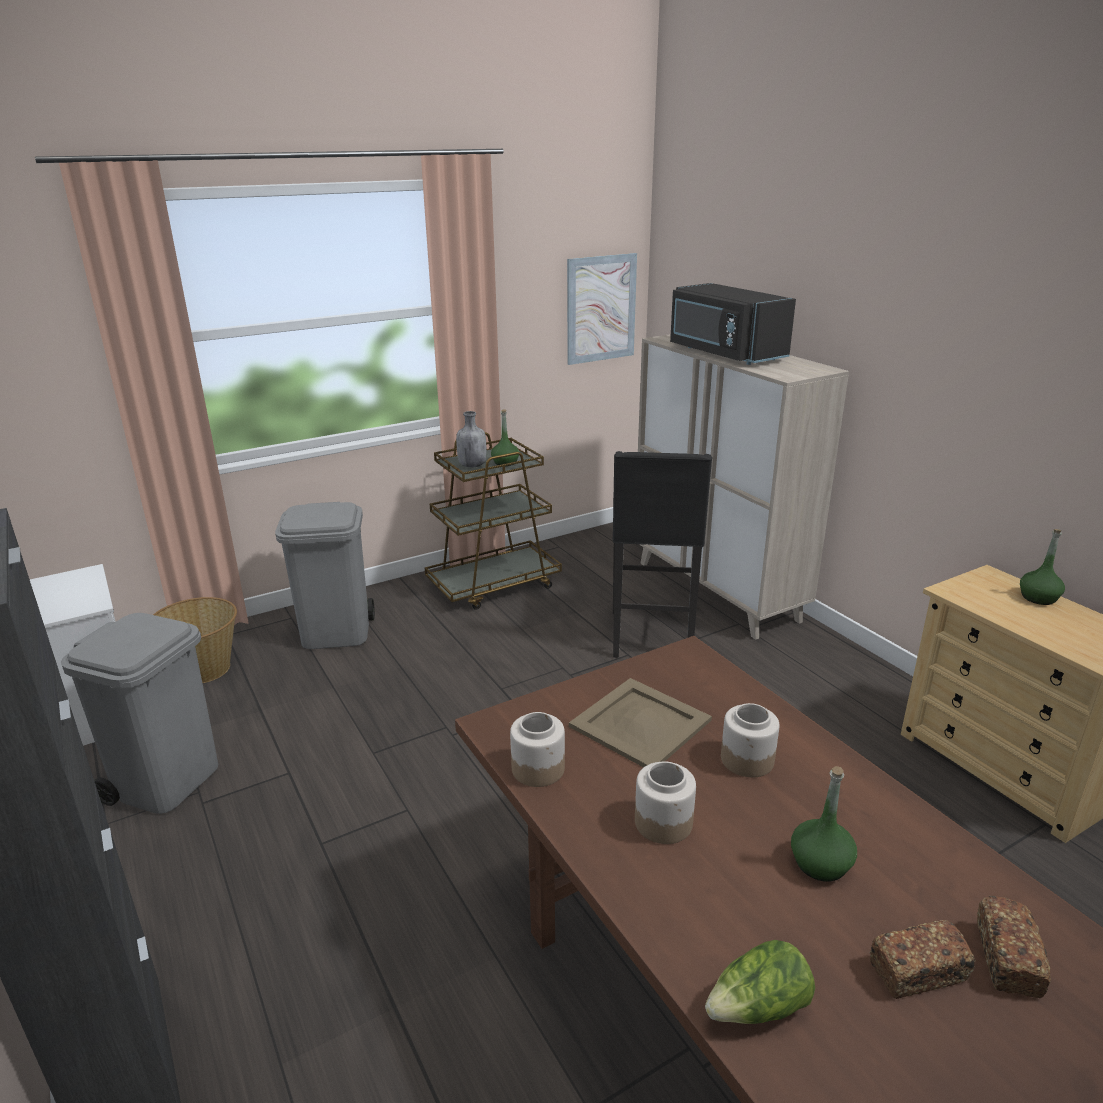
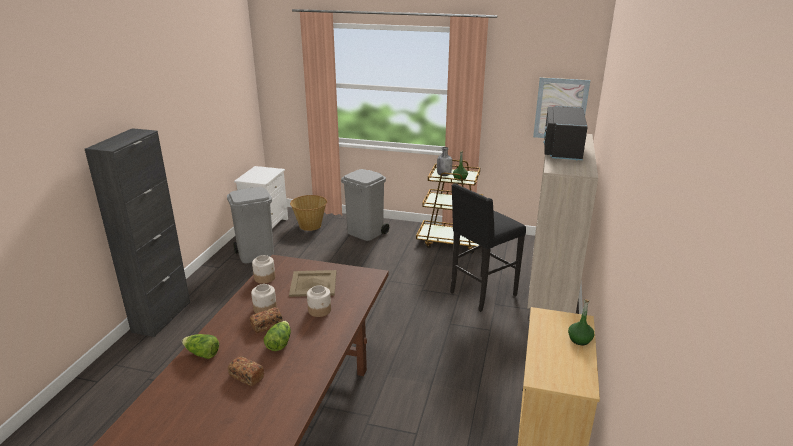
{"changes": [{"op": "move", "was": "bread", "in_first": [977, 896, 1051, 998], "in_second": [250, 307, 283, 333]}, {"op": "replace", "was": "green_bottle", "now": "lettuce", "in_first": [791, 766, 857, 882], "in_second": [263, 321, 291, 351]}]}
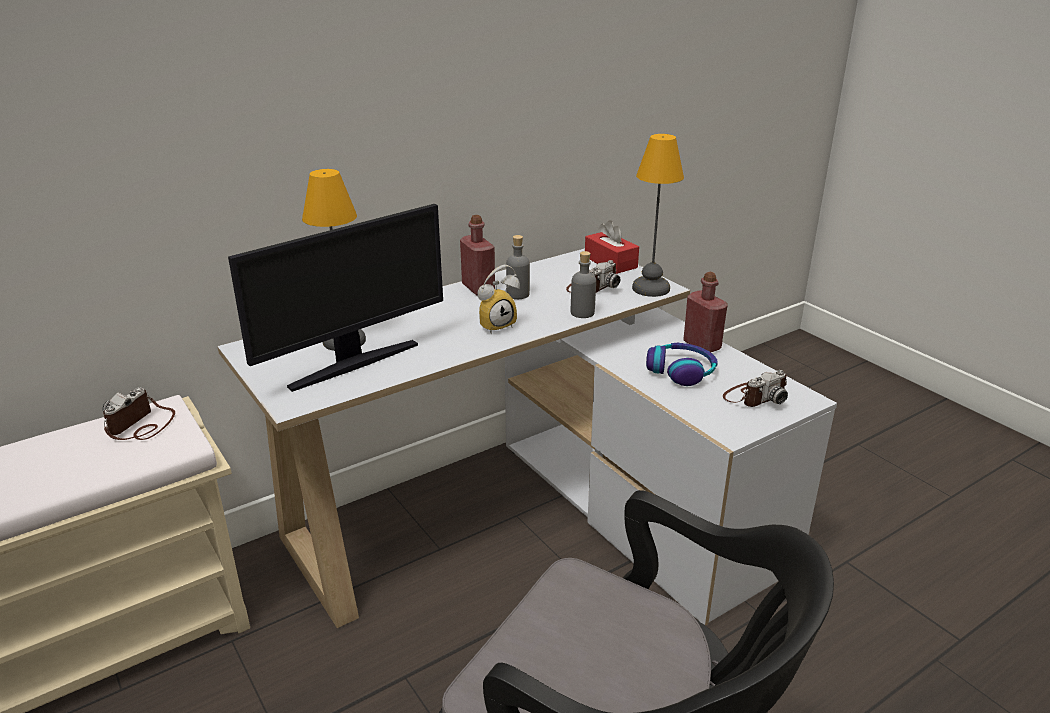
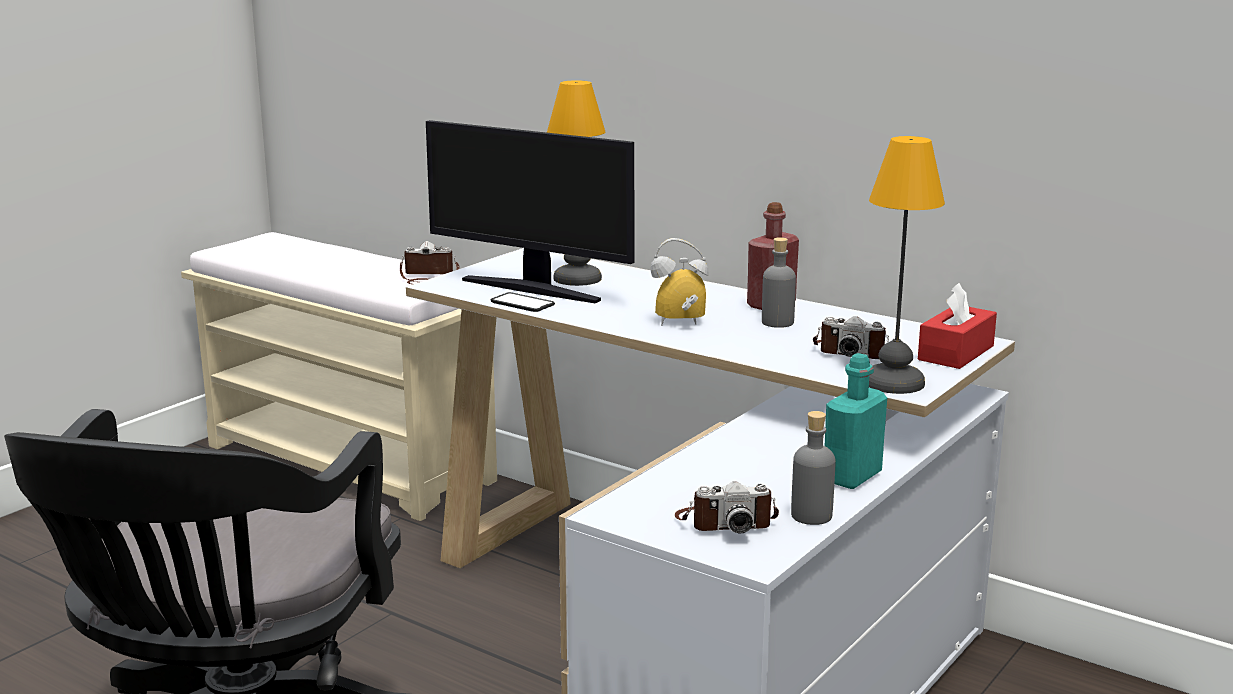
{"changes": [{"op": "insert", "now": "phone", "in_second": [491, 292, 555, 312]}, {"op": "rotate", "was": "alarm_clock", "in_first": [477, 265, 520, 334], "in_second": [651, 238, 708, 326], "clockwise": 135}, {"op": "rotate", "was": "photo_camera", "in_first": [723, 370, 788, 407], "in_second": [675, 481, 779, 534], "clockwise": -45}, {"op": "move", "was": "grey_bottle", "in_first": [571, 251, 596, 318], "in_second": [791, 411, 836, 525]}, {"op": "recolor", "was": "red_bottle", "now": "turquoise_bottle", "in_first": [683, 272, 728, 352], "in_second": [825, 353, 887, 489]}, {"op": "delete", "was": "headphones", "in_first": [646, 343, 718, 386]}]}
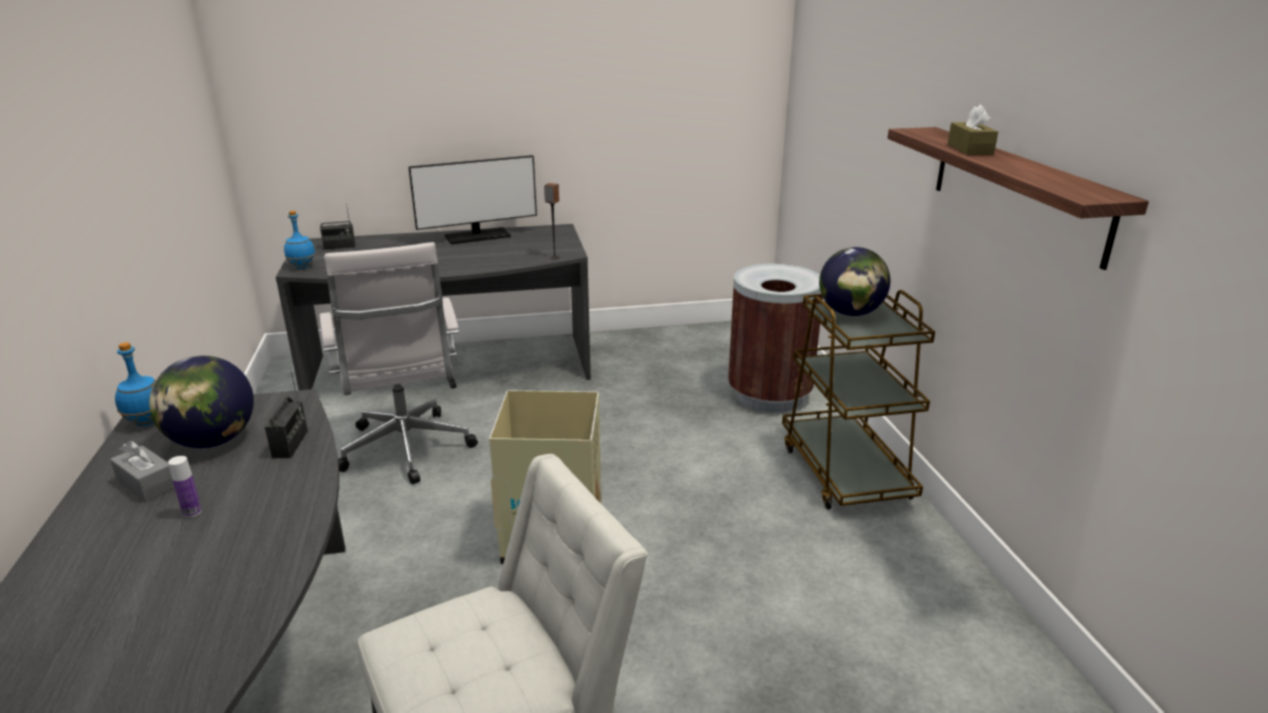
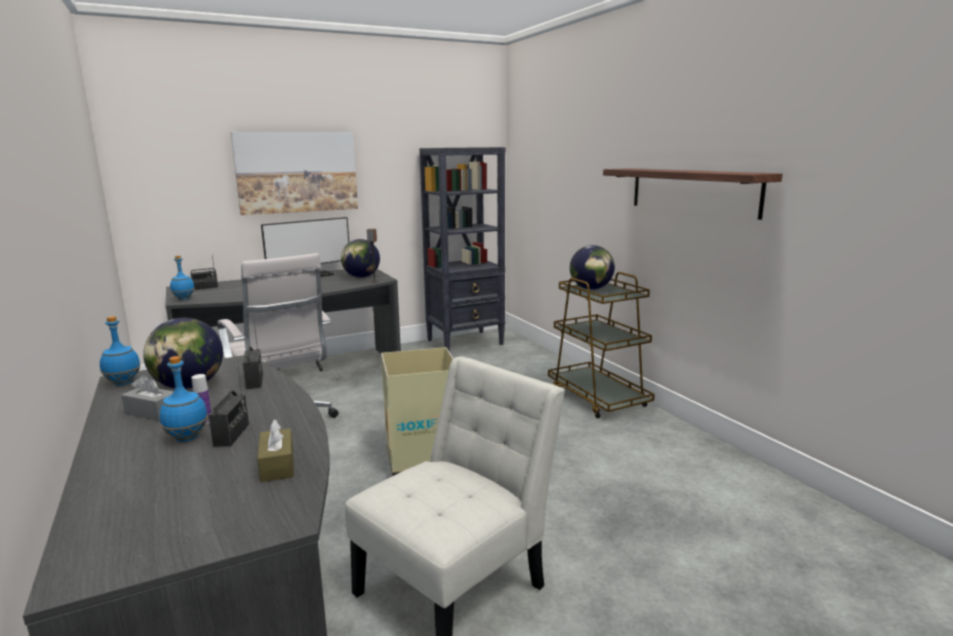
{"changes": [{"op": "insert", "now": "blue_bottle", "in_second": [159, 356, 208, 442]}, {"op": "insert", "now": "radio", "in_second": [209, 362, 249, 447]}, {"op": "insert", "now": "picture", "in_second": [231, 132, 358, 215]}, {"op": "move", "was": "brown_tissue_box", "in_first": [948, 104, 998, 155], "in_second": [257, 419, 294, 482]}, {"op": "insert", "now": "globe", "in_second": [341, 239, 380, 278]}, {"op": "insert", "now": "black_bookcase", "in_second": [419, 147, 505, 352]}, {"op": "delete", "was": "brown_trash_can", "in_first": [728, 264, 823, 413]}]}
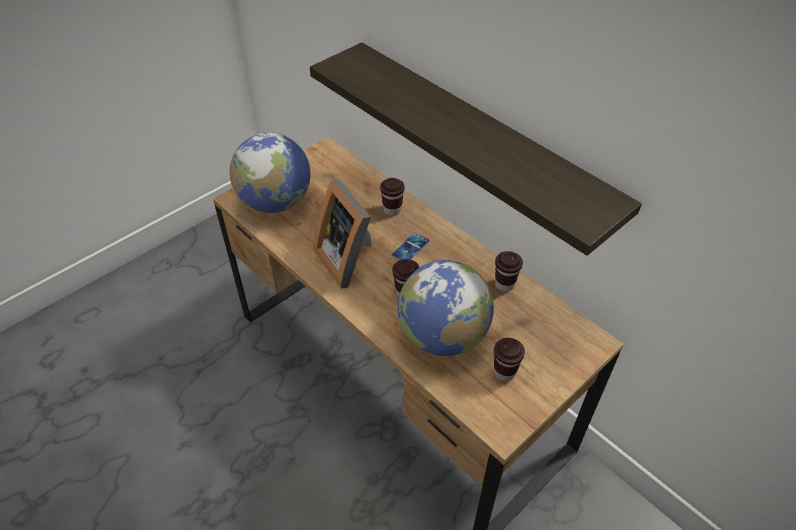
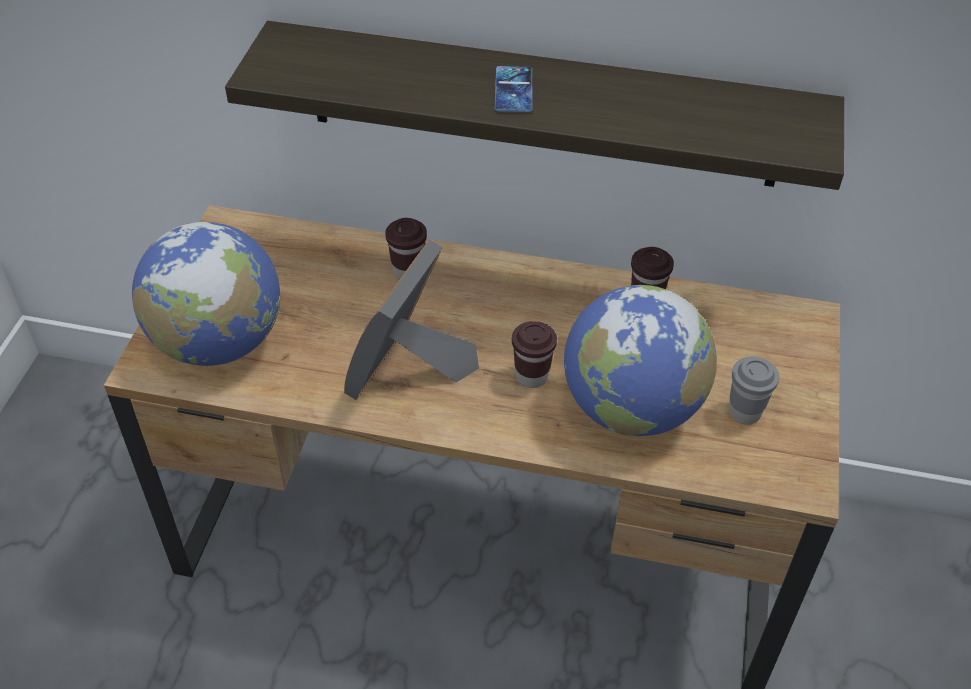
{"changes": [{"op": "rotate", "was": "picture_frame", "in_first": [313, 179, 372, 289], "in_second": [344, 240, 479, 400], "clockwise": 90}, {"op": "move", "was": "phone", "in_first": [392, 232, 430, 260], "in_second": [495, 66, 532, 112]}, {"op": "recolor", "was": "brown_cup", "now": "grey_cup", "in_first": [494, 338, 525, 381], "in_second": [729, 357, 779, 425]}]}
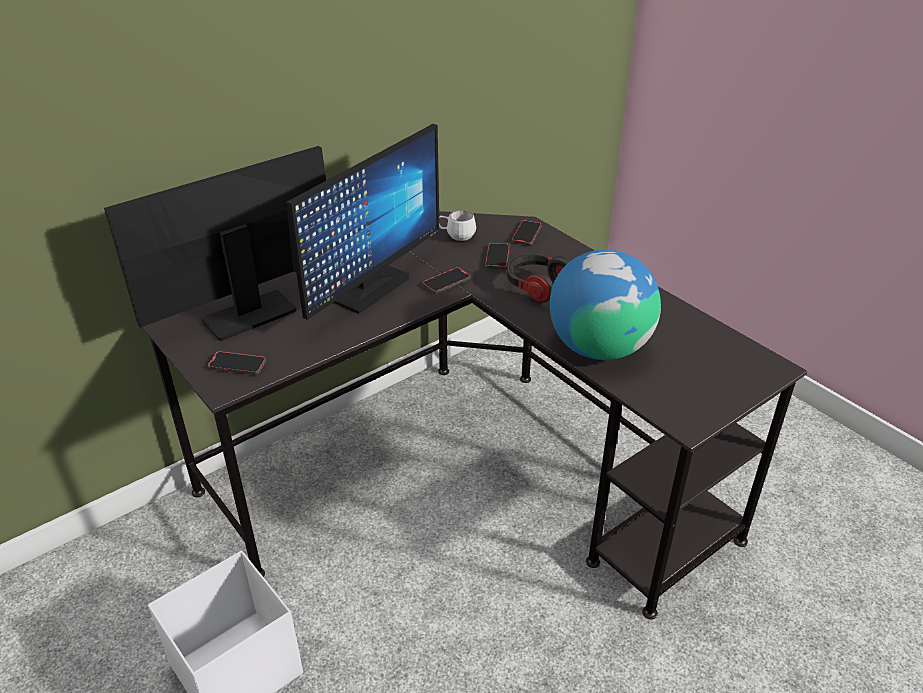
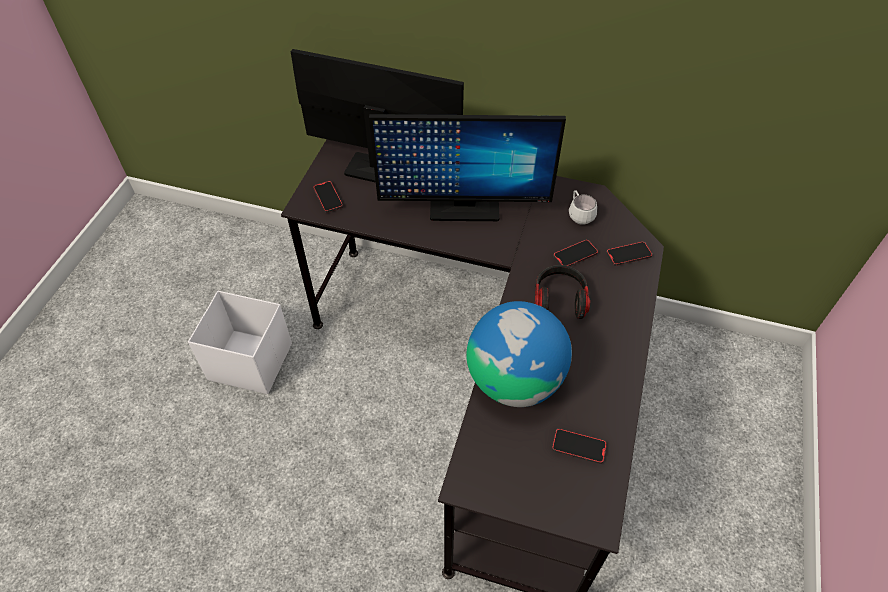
{"changes": [{"op": "move", "was": "phone", "in_first": [423, 267, 471, 294], "in_second": [552, 429, 607, 464]}]}
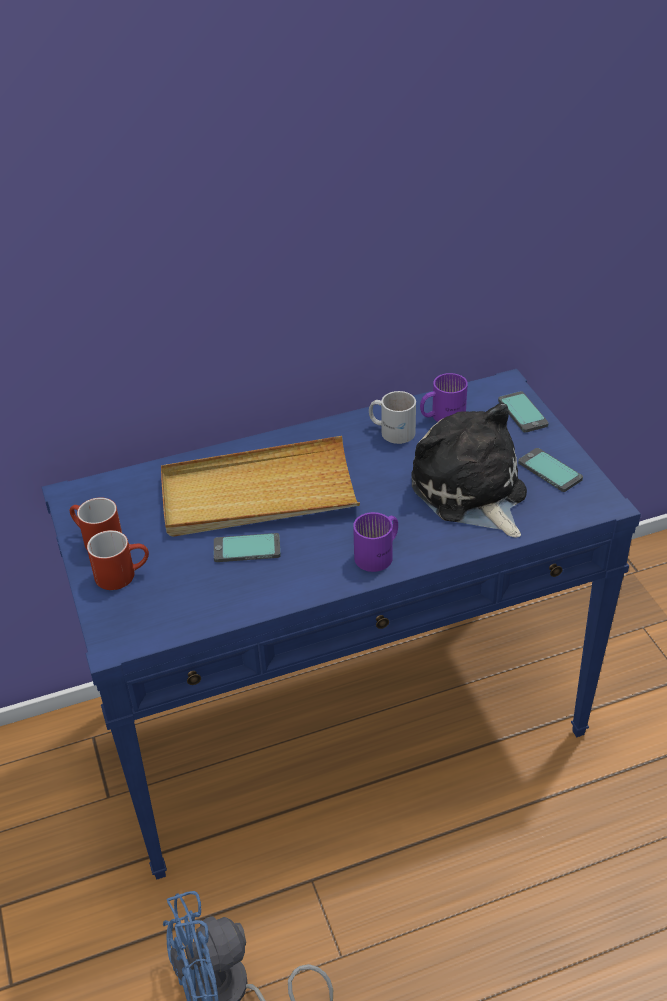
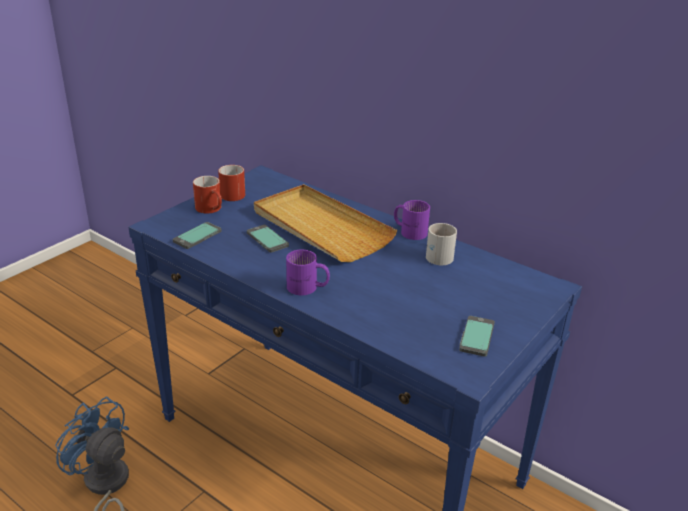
{"changes": [{"op": "move", "was": "phone", "in_first": [498, 391, 549, 433], "in_second": [173, 222, 222, 249]}, {"op": "move", "was": "purple_mug", "in_first": [420, 373, 468, 422], "in_second": [394, 200, 430, 240]}, {"op": "delete", "was": "plush_toy", "in_first": [411, 403, 527, 538]}]}
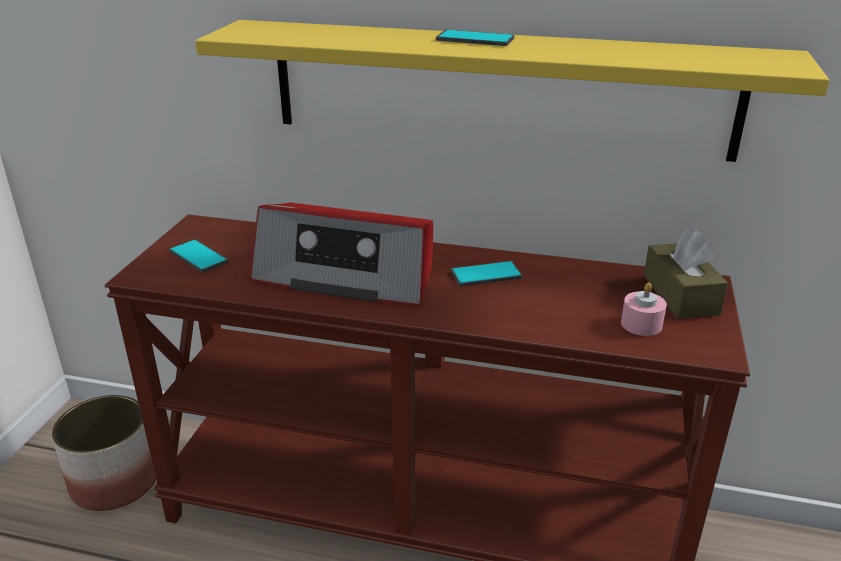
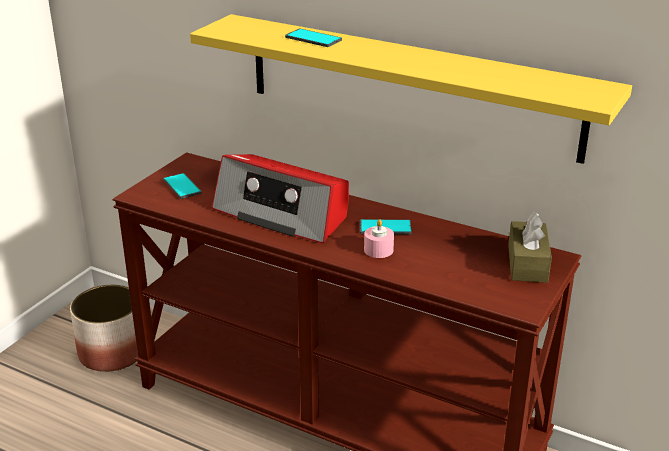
{"changes": [{"op": "move", "was": "phone", "in_first": [436, 30, 514, 46], "in_second": [285, 29, 342, 47]}, {"op": "move", "was": "pink_candle", "in_first": [621, 282, 667, 336], "in_second": [364, 219, 394, 258]}]}
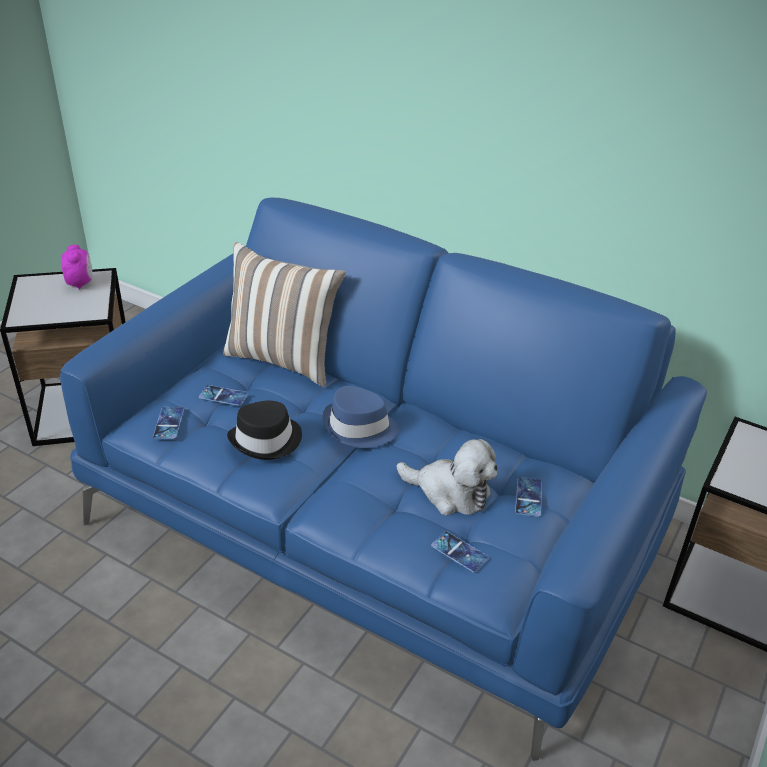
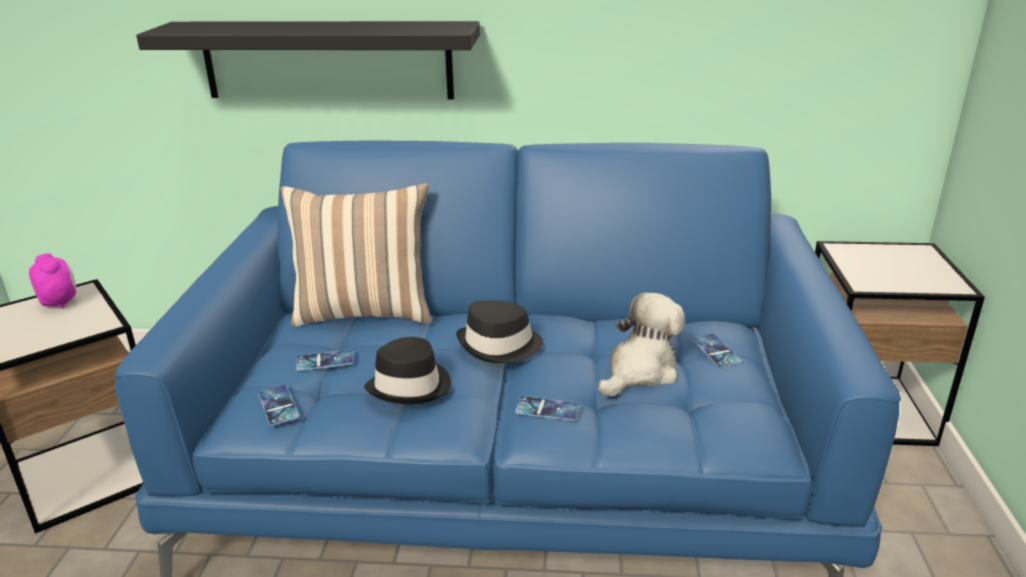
{"changes": [{"op": "insert", "now": "black_shelf", "in_second": [136, 21, 480, 99]}, {"op": "recolor", "was": "blue_hat", "now": "black_hat", "in_first": [322, 386, 399, 448], "in_second": [456, 300, 543, 363]}, {"op": "move", "was": "phone", "in_first": [431, 531, 489, 573], "in_second": [515, 396, 580, 421]}, {"op": "rotate", "was": "plush_toy", "in_first": [397, 439, 498, 516], "in_second": [598, 292, 685, 397], "clockwise": -45}]}
